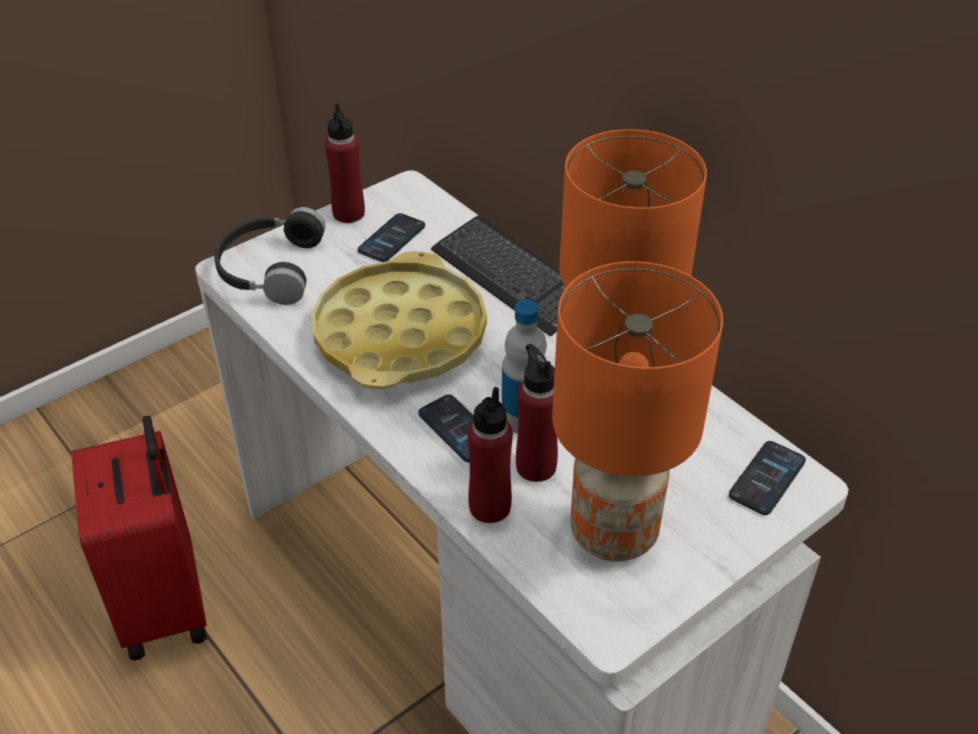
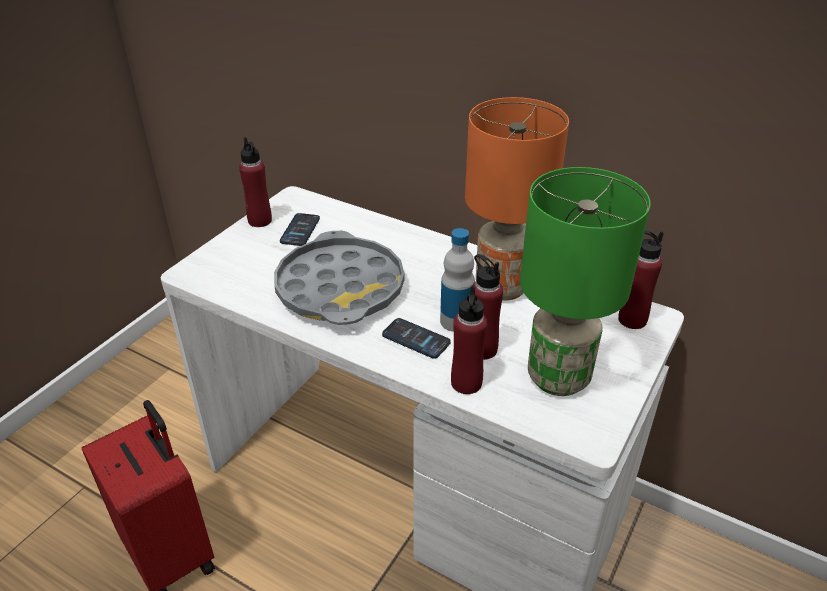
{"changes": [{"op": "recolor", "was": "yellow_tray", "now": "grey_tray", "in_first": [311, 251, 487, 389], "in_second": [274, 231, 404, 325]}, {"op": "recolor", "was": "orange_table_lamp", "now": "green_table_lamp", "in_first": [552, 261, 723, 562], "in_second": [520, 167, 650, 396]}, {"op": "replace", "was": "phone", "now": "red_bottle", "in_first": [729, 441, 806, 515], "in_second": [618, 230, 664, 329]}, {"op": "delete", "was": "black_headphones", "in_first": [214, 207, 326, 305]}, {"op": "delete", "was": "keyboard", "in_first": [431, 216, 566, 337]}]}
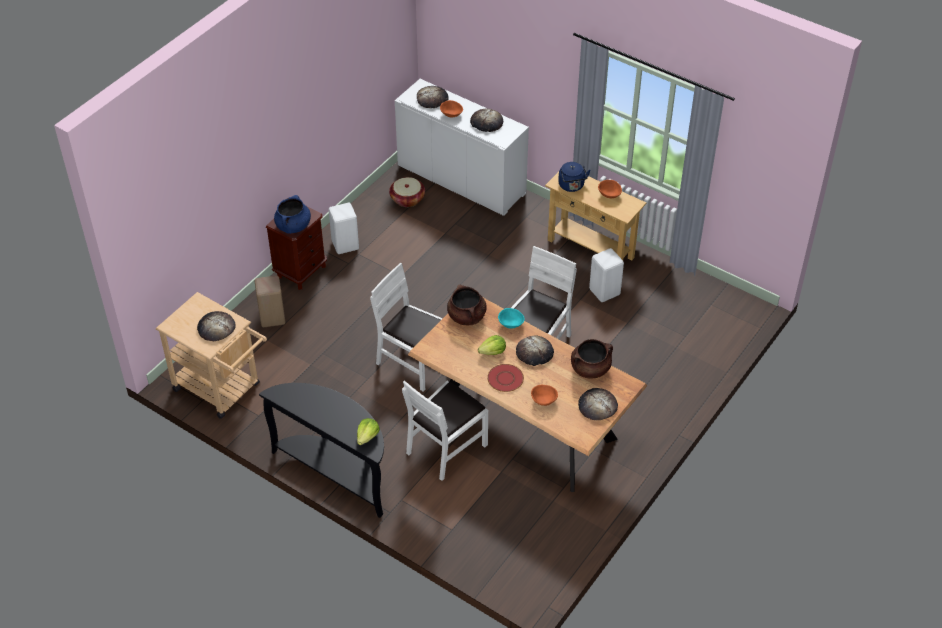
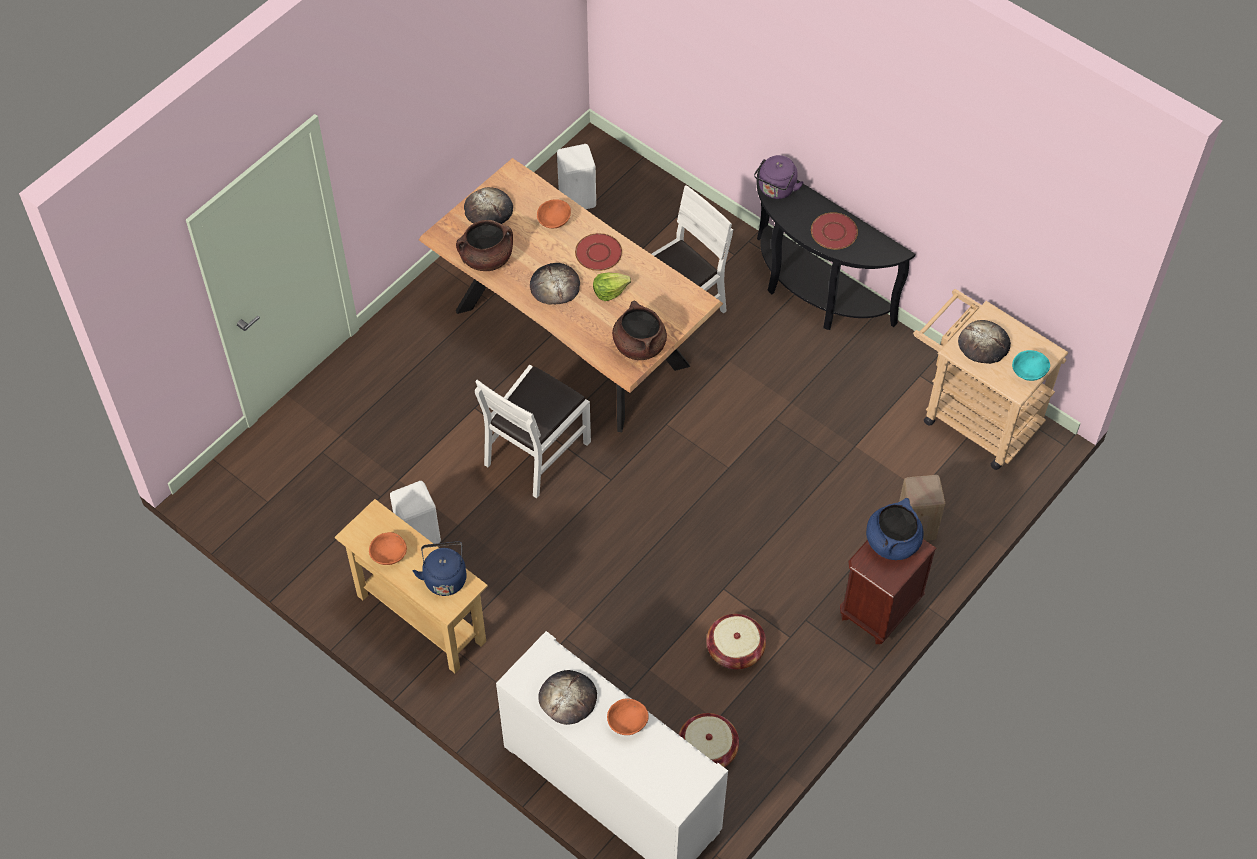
{"changes": [{"op": "move", "was": "white_stool", "in_first": [329, 203, 359, 254], "in_second": [557, 144, 596, 209]}, {"op": "insert", "now": "basket", "in_second": [706, 614, 766, 669]}, {"op": "replace", "was": "lettuce", "now": "purple_kettle", "in_first": [357, 418, 380, 445], "in_second": [754, 155, 804, 199]}, {"op": "insert", "now": "red_plate", "in_second": [811, 212, 858, 249]}, {"op": "move", "was": "turquoise_bowl", "in_first": [498, 308, 525, 328], "in_second": [1012, 350, 1050, 381]}, {"op": "delete", "was": "white_chair", "in_first": [370, 263, 443, 392]}, {"op": "delete", "was": "bread", "in_first": [417, 86, 449, 108]}]}
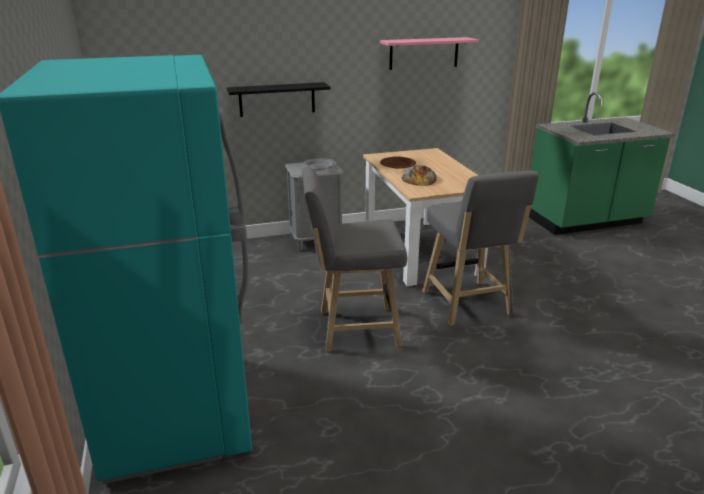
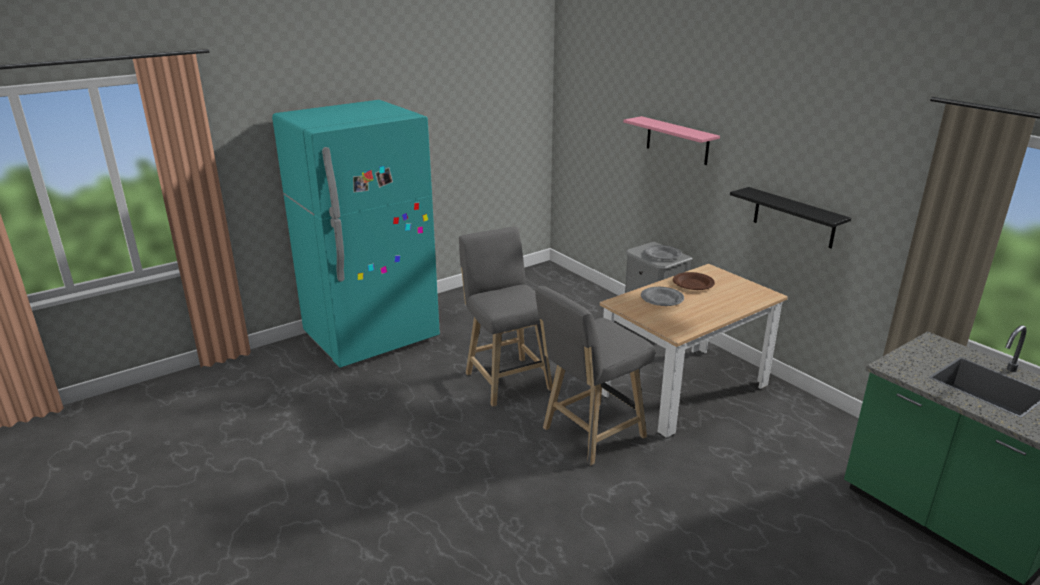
{"changes": [{"op": "move", "was": "pink_shelf", "in_first": [380, 37, 479, 70], "in_second": [623, 116, 720, 165]}, {"op": "replace", "was": "bread", "now": "grey_plate", "in_first": [402, 165, 437, 186], "in_second": [641, 287, 684, 306]}, {"op": "move", "was": "black_shelf", "in_first": [227, 82, 330, 117], "in_second": [730, 187, 851, 249]}]}
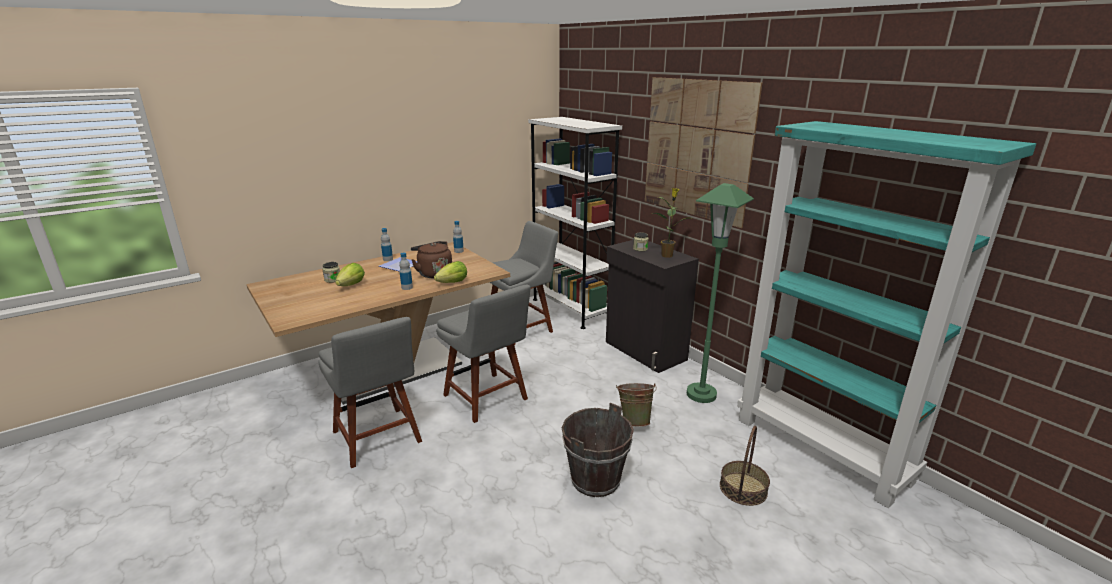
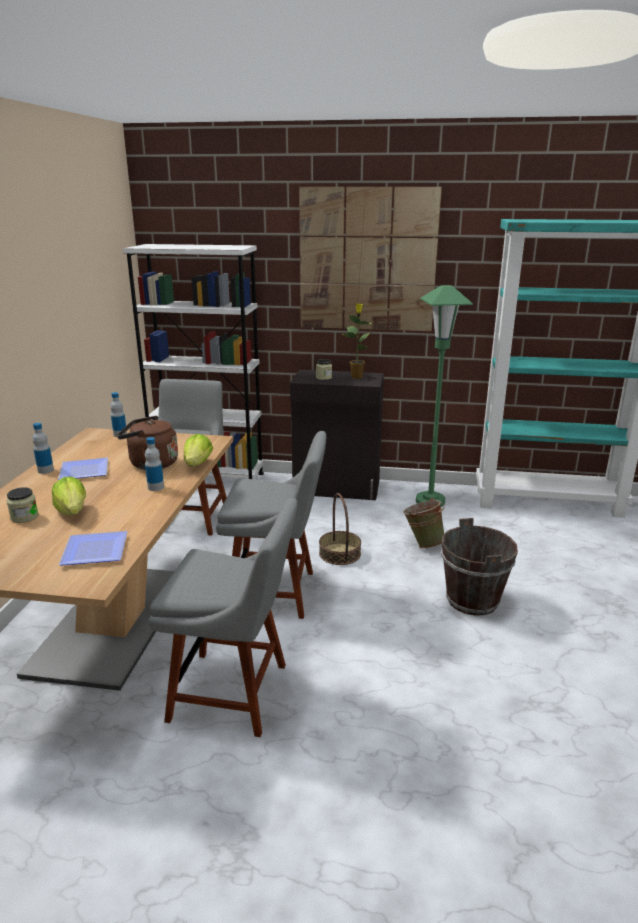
{"changes": [{"op": "insert", "now": "plate", "in_second": [59, 531, 127, 566]}, {"op": "move", "was": "basket", "in_first": [720, 426, 770, 506], "in_second": [319, 493, 361, 565]}]}
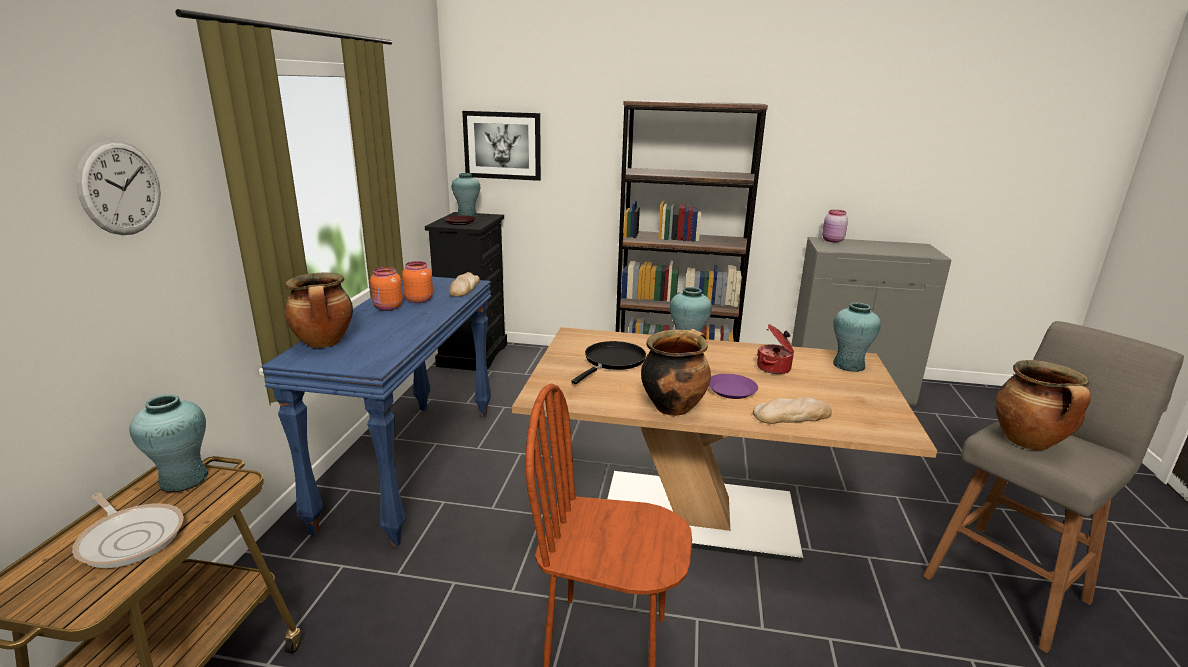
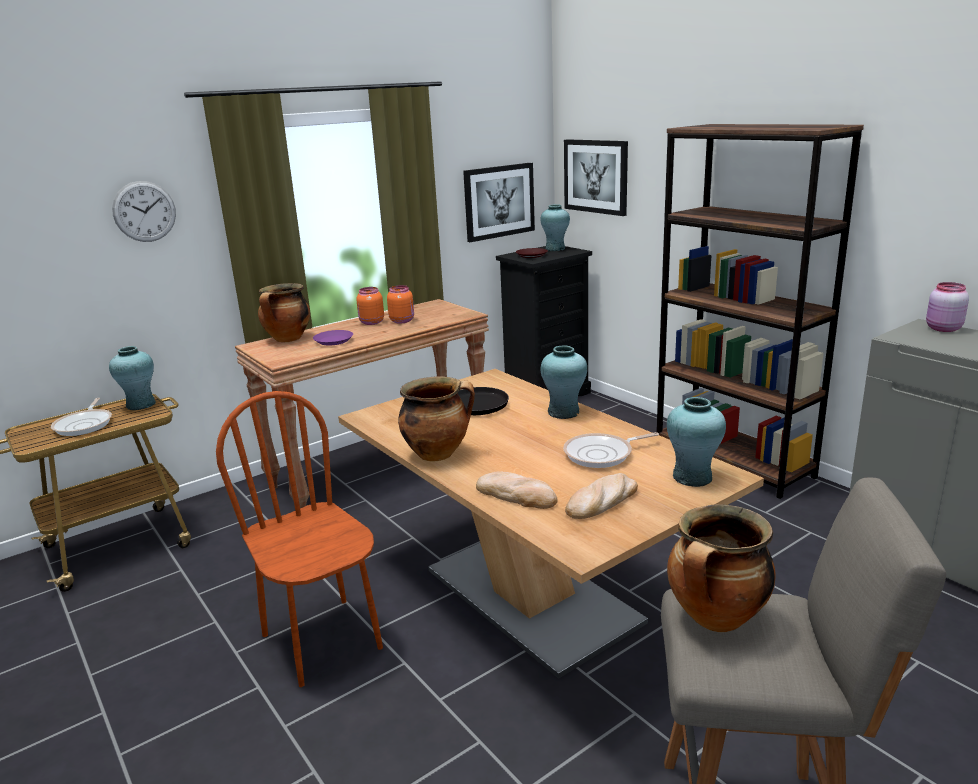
{"changes": [{"op": "recolor", "was": "blue_console_table", "now": "brown_console_table", "in_first": [261, 277, 491, 547], "in_second": [235, 299, 489, 508]}, {"op": "move", "was": "purple_plate", "in_first": [709, 374, 758, 399], "in_second": [313, 330, 353, 346]}, {"op": "insert", "now": "picture", "in_second": [463, 163, 535, 242]}, {"op": "replace", "was": "cooking_pot", "now": "frying_pan", "in_first": [757, 324, 794, 374], "in_second": [563, 432, 659, 468]}, {"op": "move", "was": "bread", "in_first": [449, 272, 480, 297], "in_second": [565, 473, 638, 519]}]}
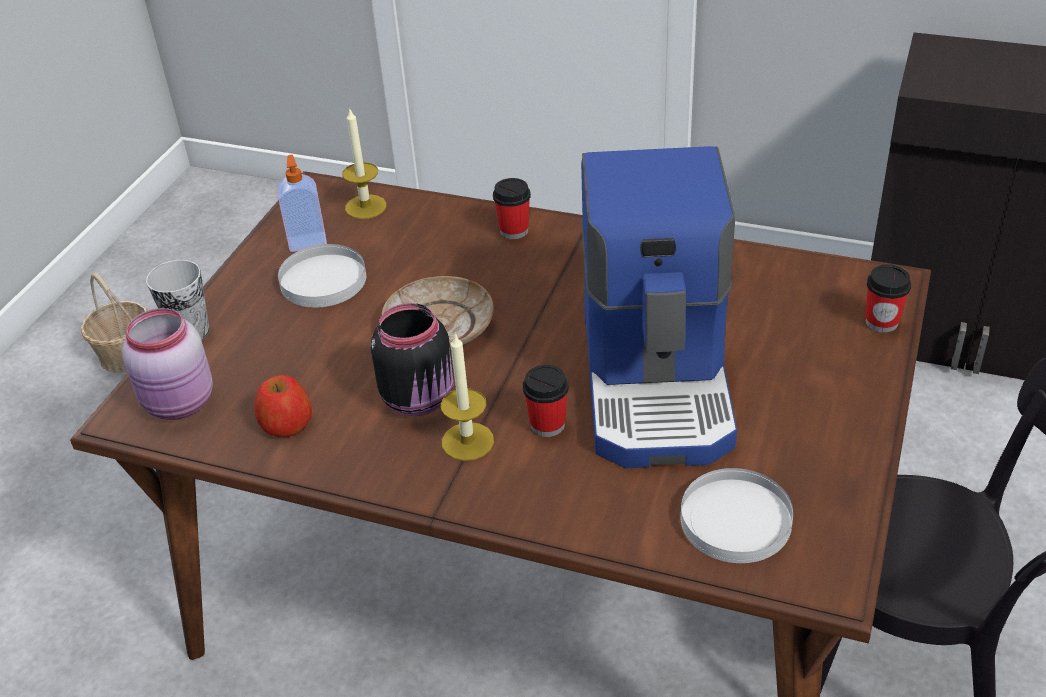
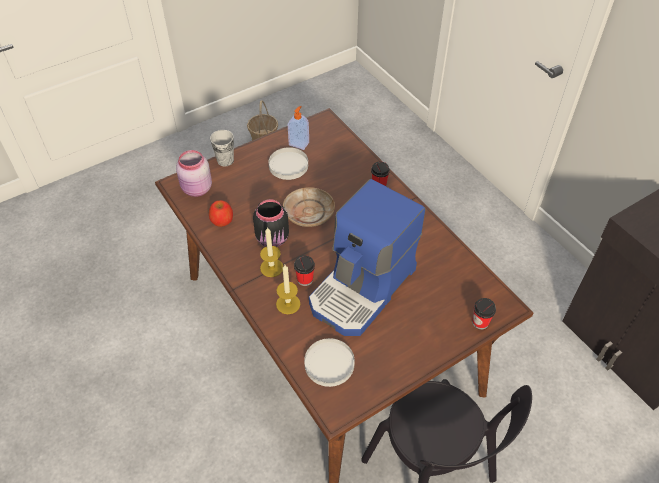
{"changes": [{"op": "move", "was": "candle", "in_first": [342, 107, 387, 219], "in_second": [276, 265, 300, 314]}]}
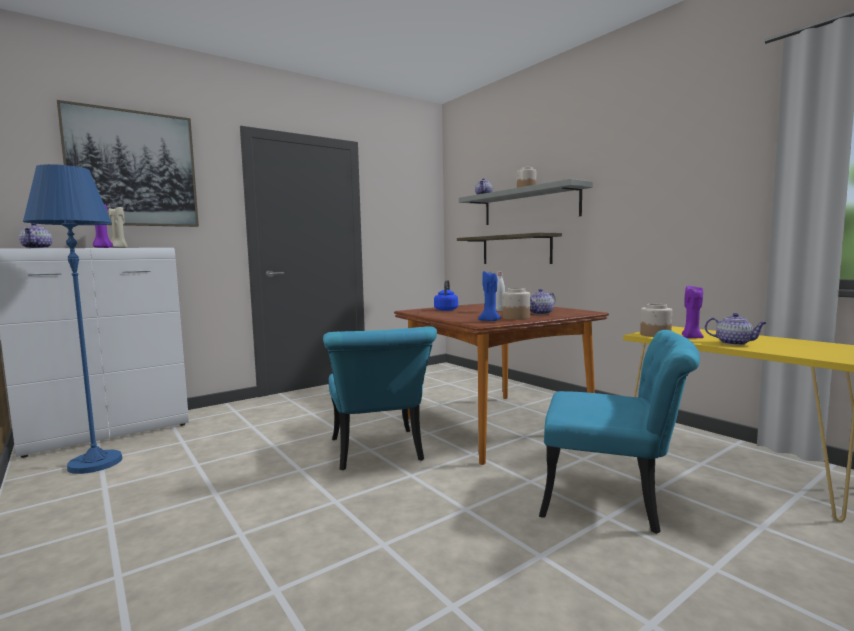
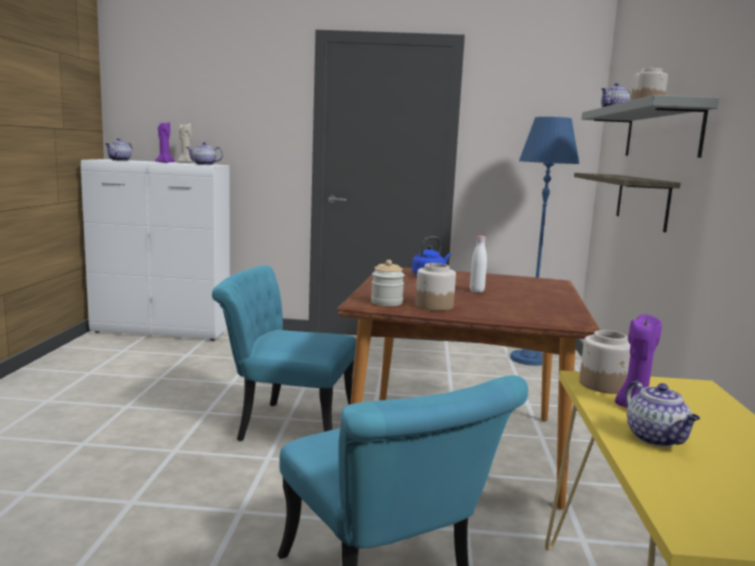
{"changes": [{"op": "move", "was": "teapot", "in_first": [530, 289, 555, 315], "in_second": [186, 142, 223, 165]}, {"op": "rotate", "was": "turquoise_chair", "in_first": [323, 326, 437, 470], "in_second": [212, 265, 356, 441], "clockwise": 75}, {"op": "replace", "was": "blue_candle", "now": "jar", "in_first": [478, 271, 501, 321], "in_second": [371, 260, 404, 306]}, {"op": "move", "was": "blue_floor_lamp", "in_first": [23, 164, 122, 474], "in_second": [510, 117, 579, 366]}, {"op": "delete", "was": "picture", "in_first": [57, 100, 199, 227]}]}
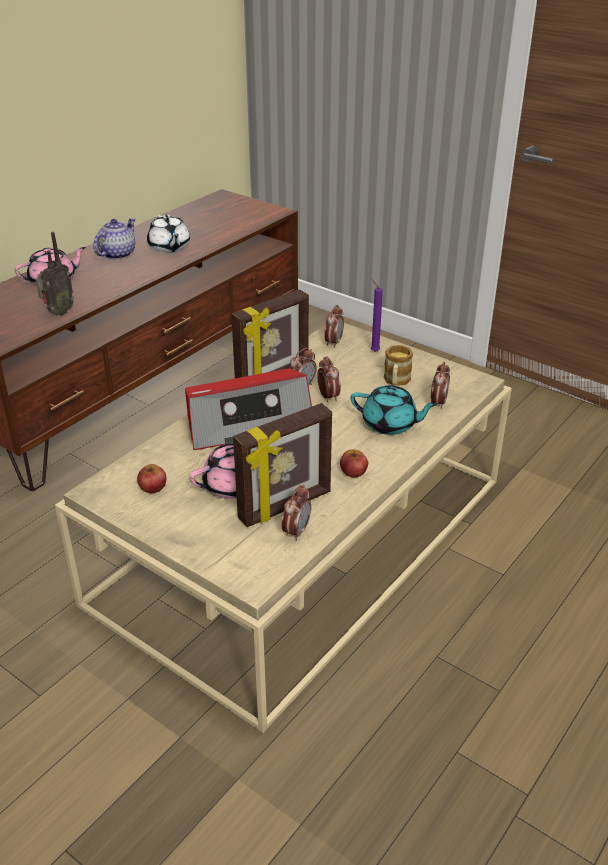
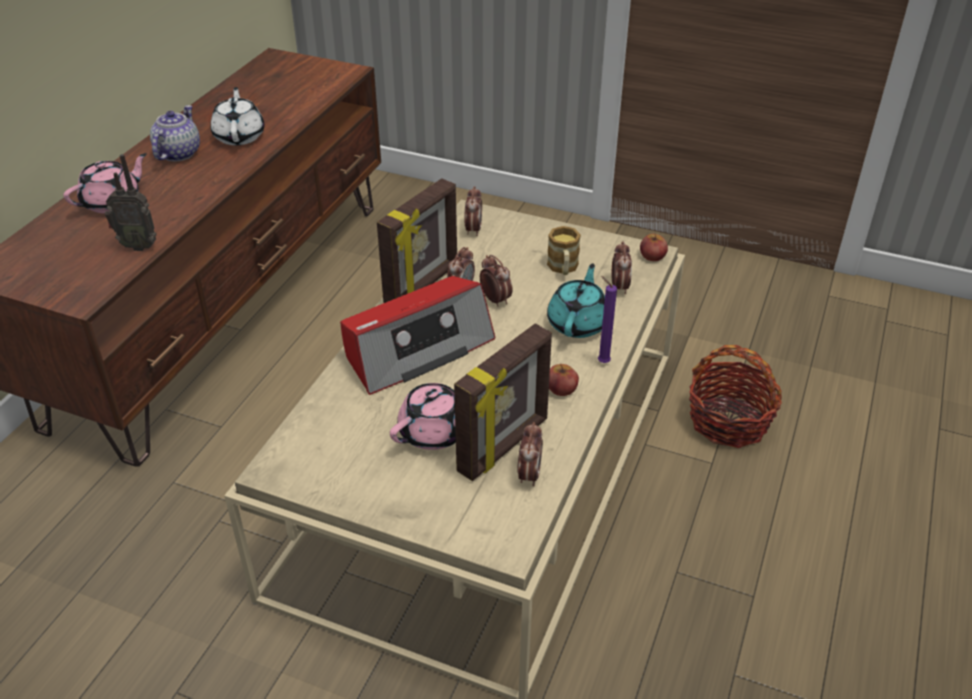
{"changes": [{"op": "rotate", "was": "radio", "in_first": [36, 232, 74, 315], "in_second": [105, 154, 157, 251], "clockwise": 75}, {"op": "rotate", "was": "white_teapot", "in_first": [147, 214, 190, 253], "in_second": [210, 87, 264, 145], "clockwise": -150}, {"op": "rotate", "was": "turquoise_teapot", "in_first": [351, 385, 438, 435], "in_second": [547, 263, 605, 338], "clockwise": -75}, {"op": "move", "was": "purple_candle", "in_first": [371, 280, 383, 352], "in_second": [598, 276, 617, 363]}, {"op": "move", "was": "apple", "in_first": [137, 464, 167, 493], "in_second": [640, 234, 668, 261]}, {"op": "insert", "now": "basket", "in_second": [689, 345, 782, 448]}]}
